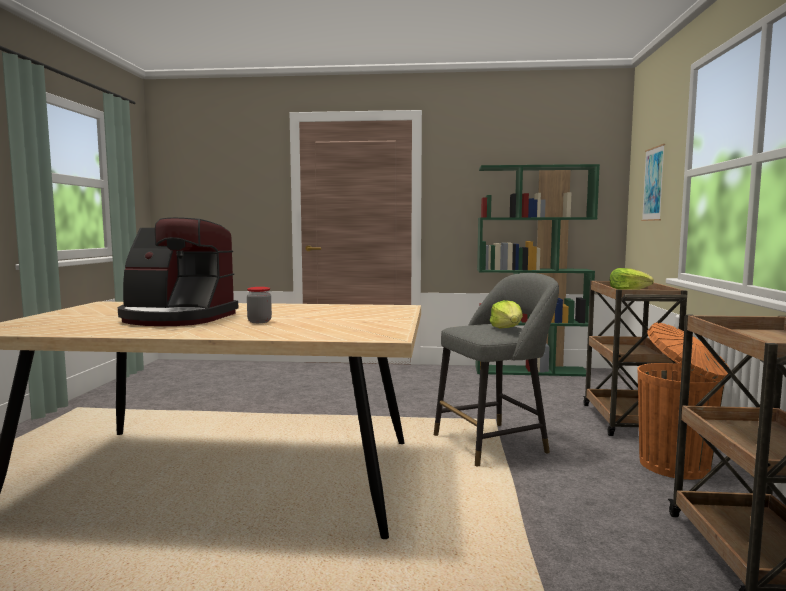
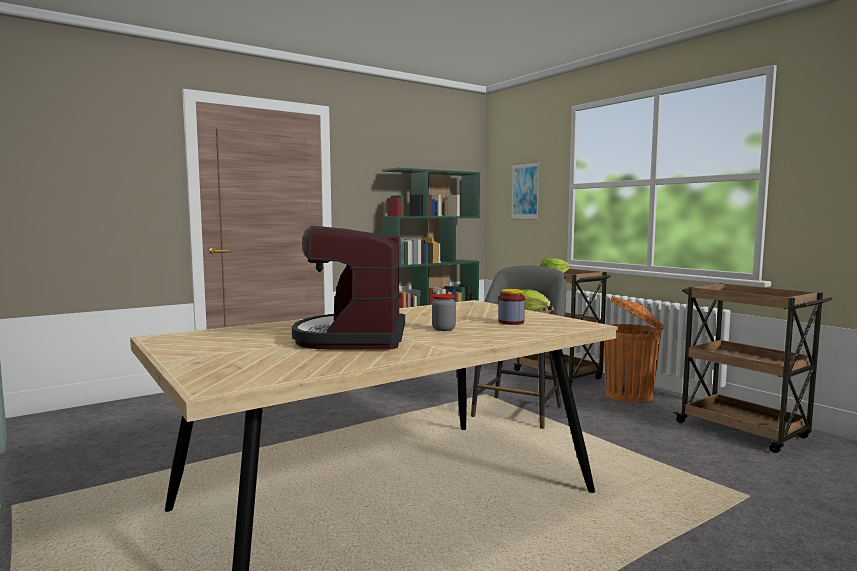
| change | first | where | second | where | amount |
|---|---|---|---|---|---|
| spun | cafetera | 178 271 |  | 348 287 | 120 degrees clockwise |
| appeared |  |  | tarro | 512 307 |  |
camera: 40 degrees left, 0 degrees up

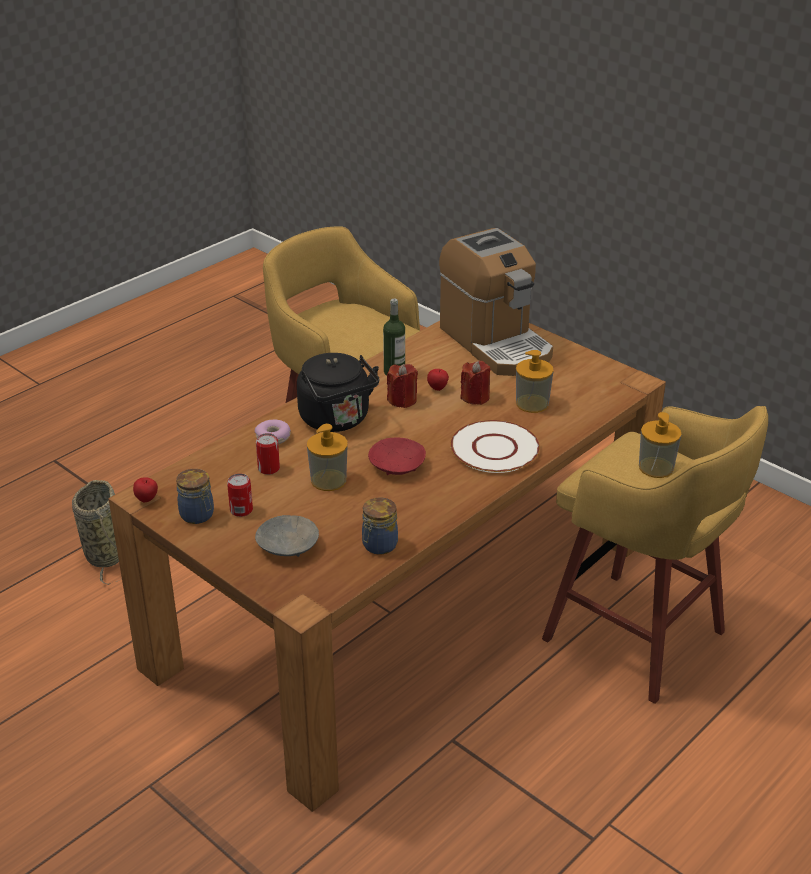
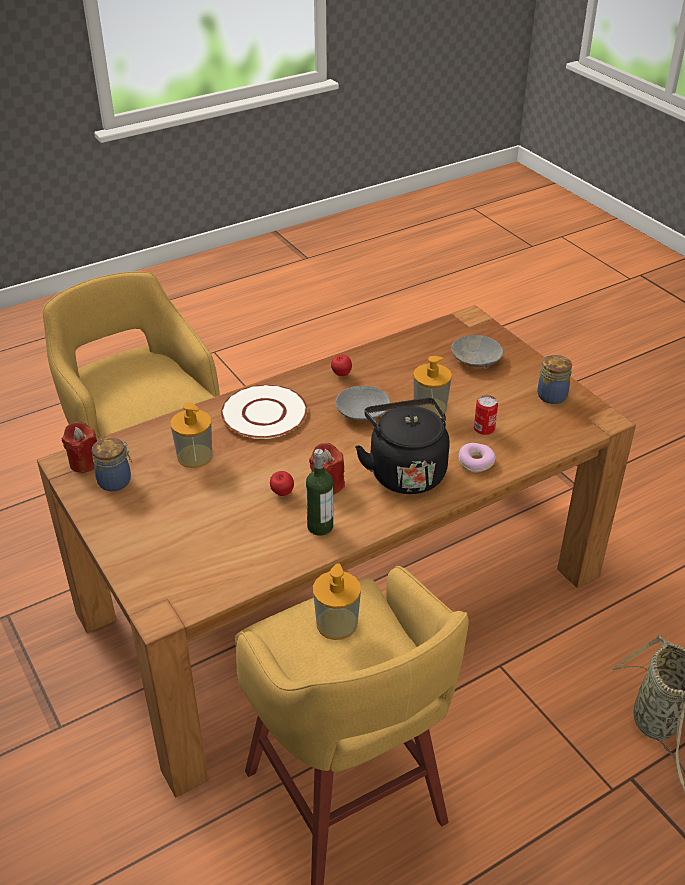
| change | first | where | second | where | amount |
|---|---|---|---|---|---|
| missing | cafetera | 496 302 |  |  |  |
| relocated | vela/rojo | 475 383 |  | 79 447 |  |
| relocated | dispensador de jabón | 660 445 |  | 337 601 |  |
| colour | cuenco/rojo | 397 456 | cuenco/gris | 363 403 |  |
| missing | lata | 240 495 |  |  |  |
| relocated | manzana | 145 490 |  | 341 365 |  |
| relocated | tarro | 380 526 |  | 112 465 |  |
camera: 165 degrees left, 5 degrees up

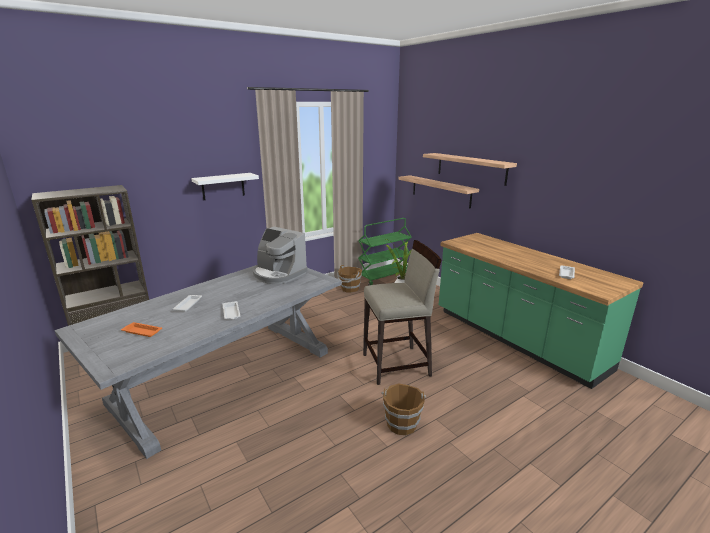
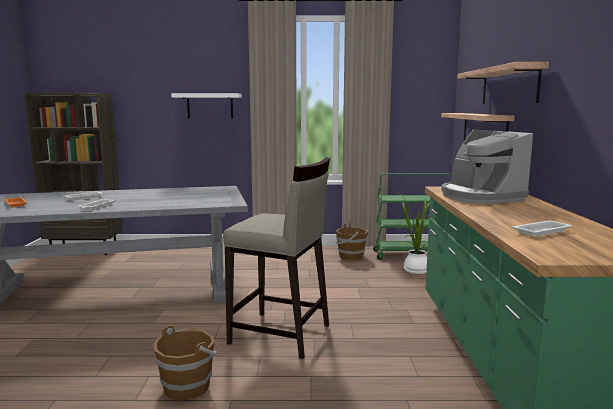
| change | first | where | second | where | amount |
|---|---|---|---|---|---|
| relocated | cafetera | 279 255 |  | 487 166 |  |
camera: 35 degrees right, 10 degrees down

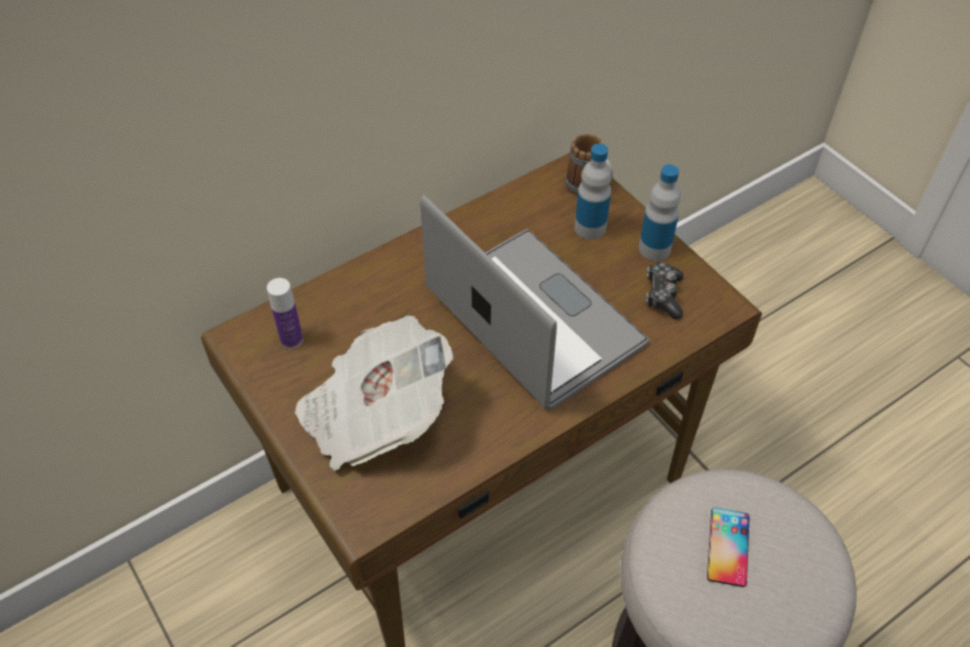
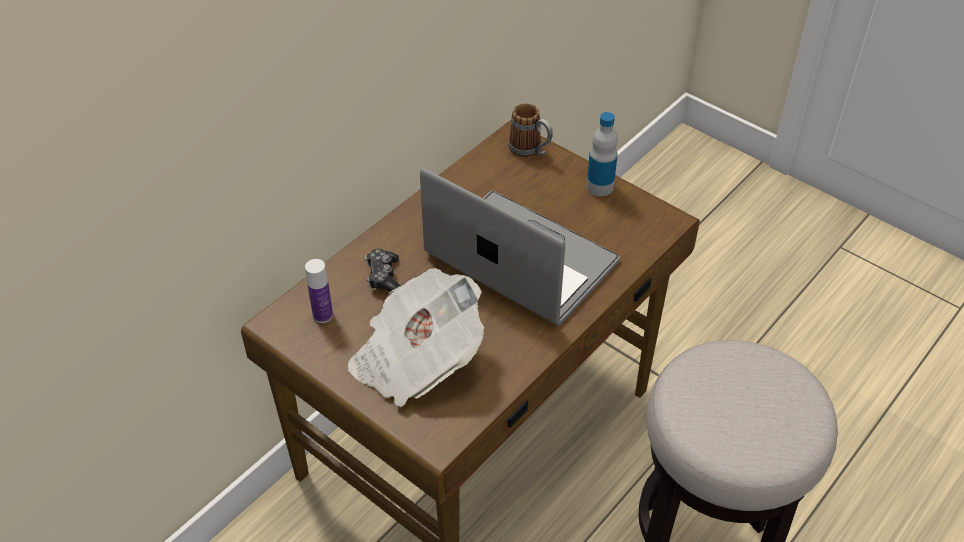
| change | first | where | second | where | amount |
|---|---|---|---|---|---|
| missing | botella | 593 191 |  |  |  |
| relocated | mando de consola | 665 290 |  | 383 270 |  |
| missing | móvil | 728 547 |  |  |  |
camera: 15 degrees left, 5 degrees down

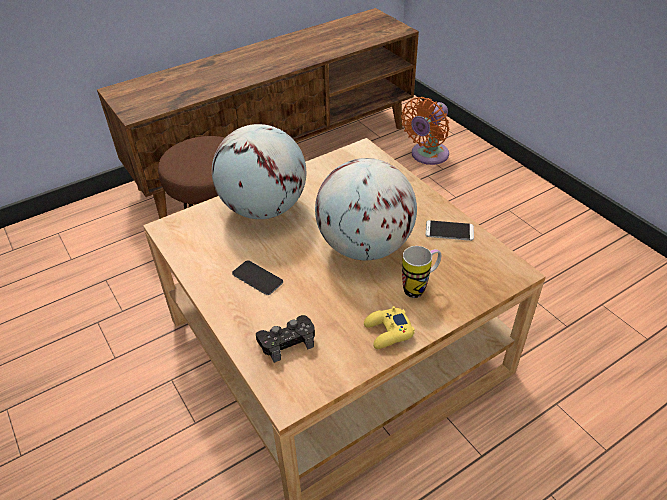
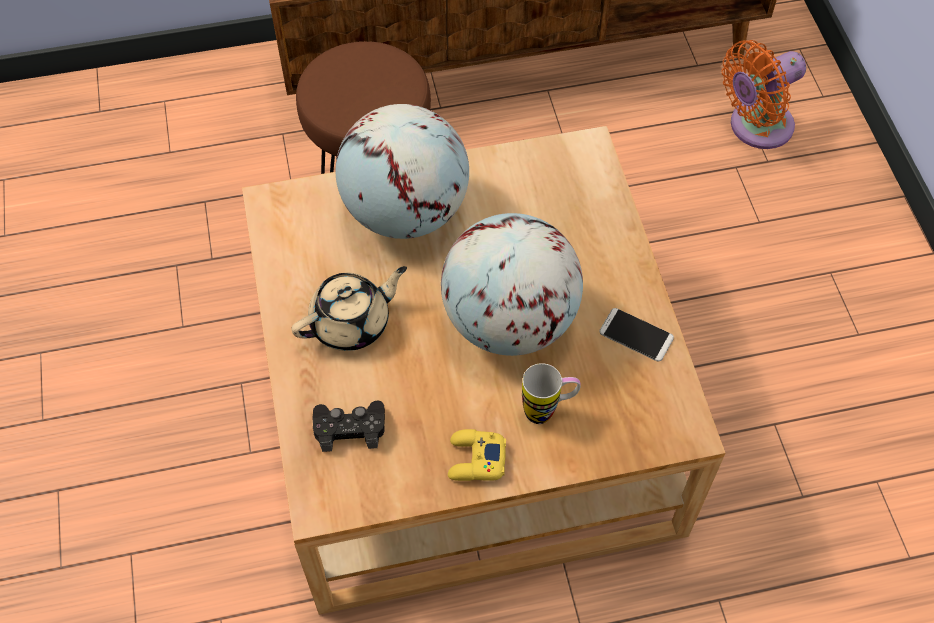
| change | first | where | second | where | amount |
|---|---|---|---|---|---|
| exchanged | móvil | 257 277 | tetera/beis | 349 308 |  |
camera: 20 degrees right, 15 degrees up

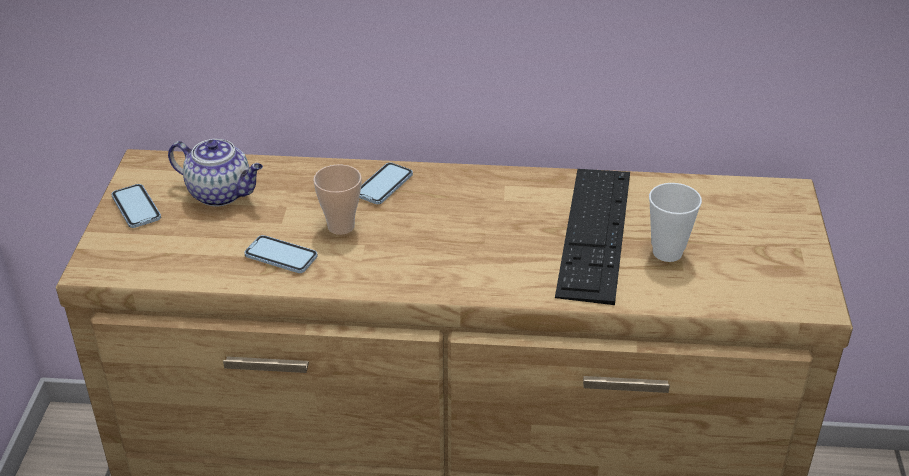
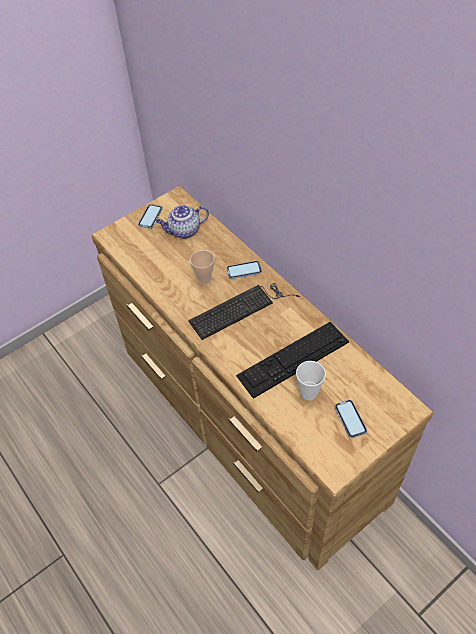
| change | first | where | second | where | amount |
|---|---|---|---|---|---|
| spun | tetera | 215 172 |  | 182 222 | 90 degrees clockwise |
| relocated | móvil | 281 254 |  | 351 419 |  |
| appeared |  |  | teclado | 244 311 |  |
camera: 50 degrees right, 15 degrees up

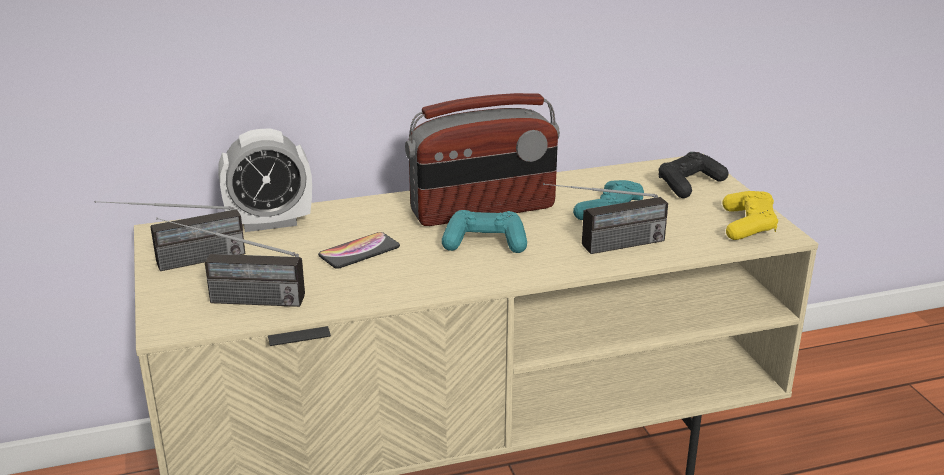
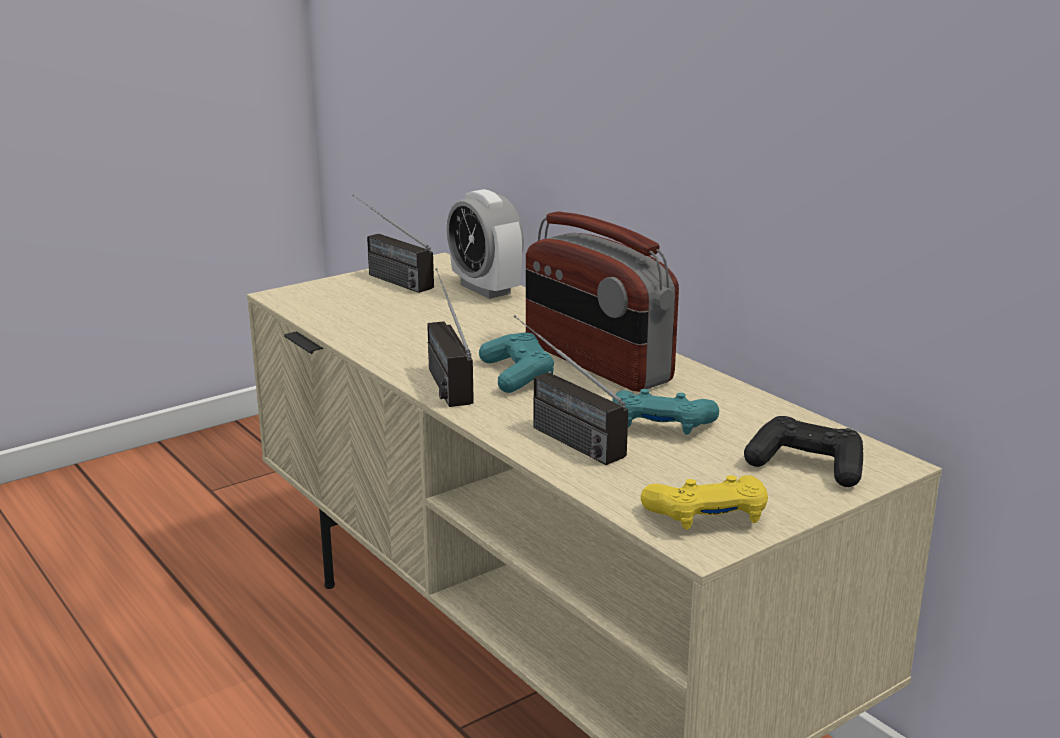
| change | first | where | second | where | amount |
|---|---|---|---|---|---|
| relocated | radio | 230 262 |  | 450 337 |  |
| missing | móvil | 359 250 |  |  |  |
camera: 70 degrees right, 5 degrees down

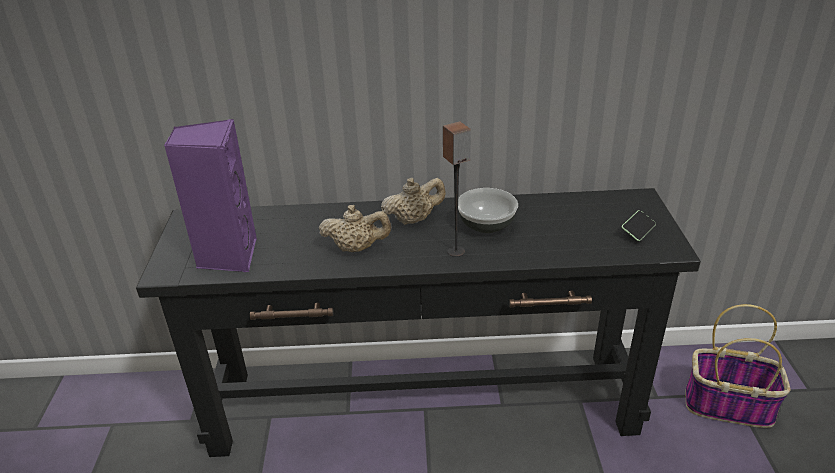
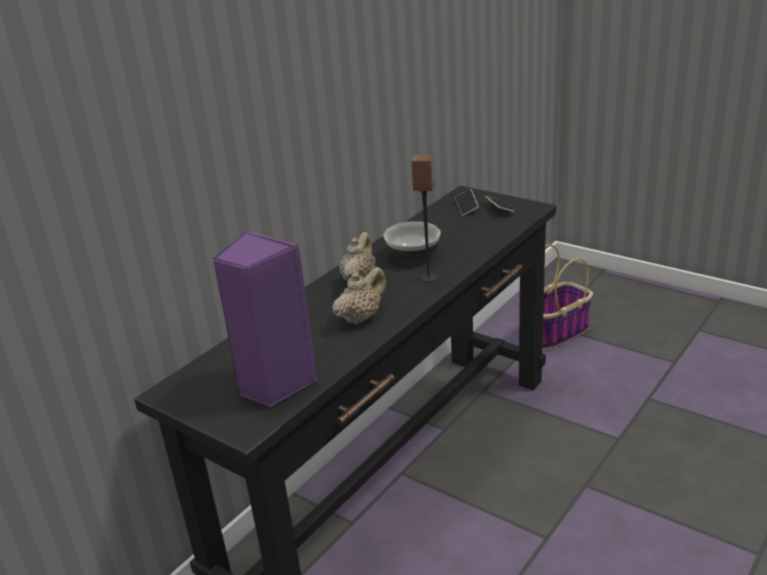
| change | first | where | second | where | amount |
|---|---|---|---|---|---|
| appeared |  |  | móvil | 467 202 |  |
camera: 50 degrees left, 5 degrees down

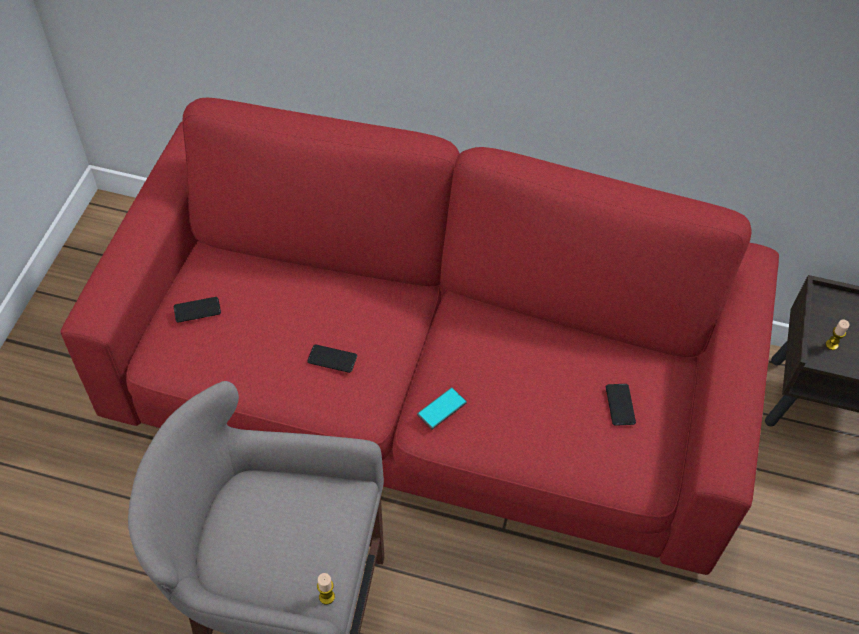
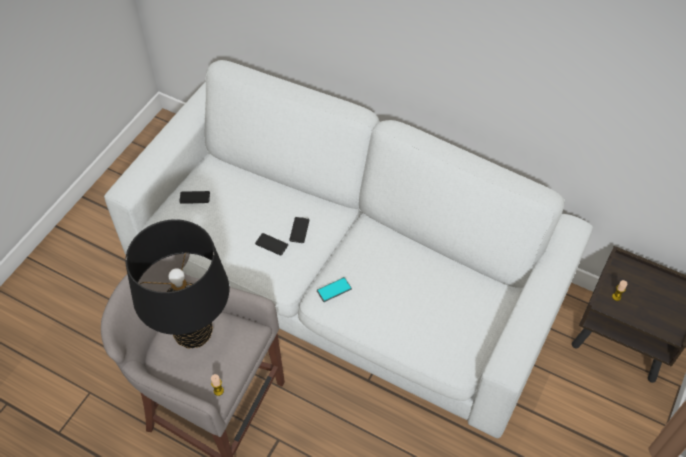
| change | first | where | second | where | amount |
|---|---|---|---|---|---|
| colour | sofá/rojo | 420 336 | sofá/blanco | 348 249 |  |
| relocated | móvil | 621 405 |  | 299 230 |  |
| appeared |  |  | lámpara de mesa/negro | 177 283 |  |
camera: 15 degrees right, 0 degrees up

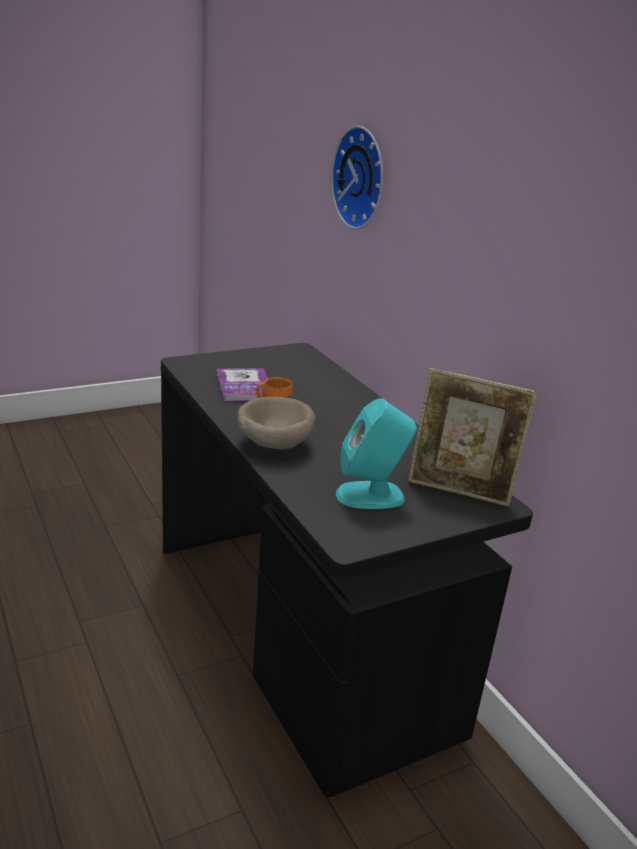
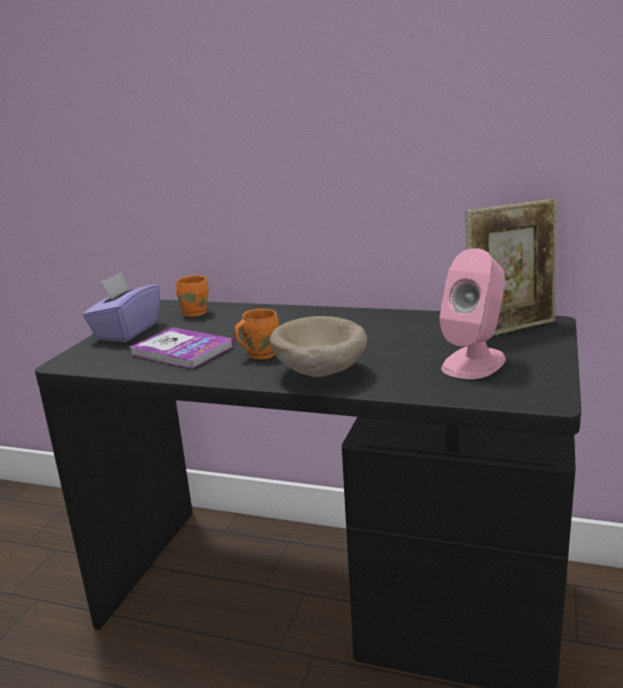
| change | first | where | second | where | amount |
|---|---|---|---|---|---|
| missing | reloj de pared | 357 177 |  |  |  |
| colour | altavoz/turquesa | 376 454 | altavoz/rosa | 472 313 |  |
| appeared |  |  | caja de pañuelos/morado | 121 307 |  |
| appeared |  |  | taza grande/naranja | 192 296 |  |
camera: 40 degrees left, 5 degrees down

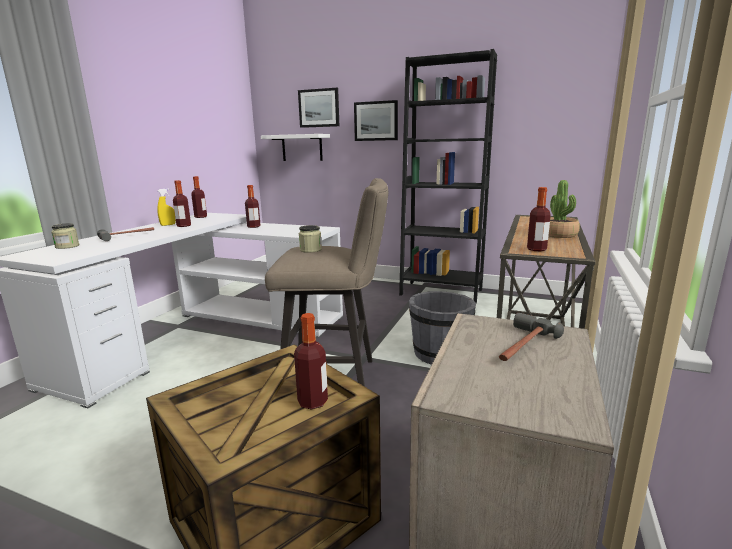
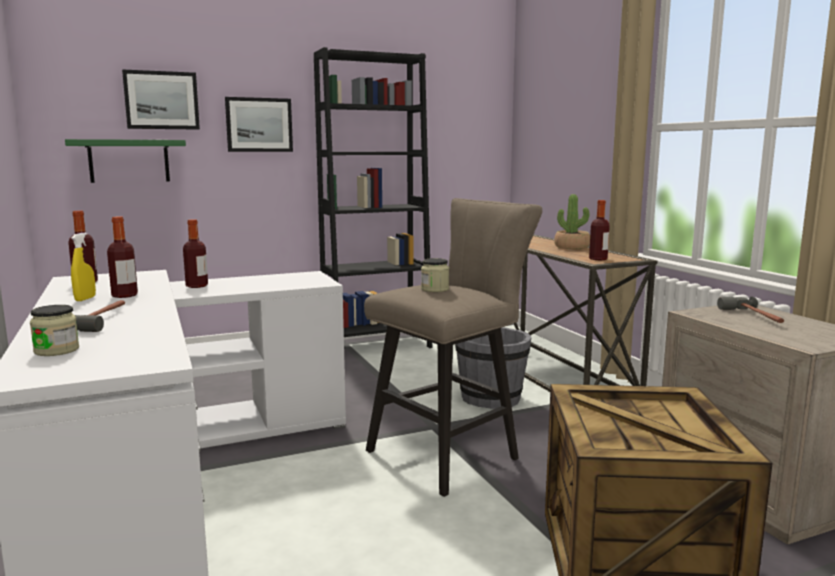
| change | first | where | second | where | amount |
|---|---|---|---|---|---|
| colour | estante/blanco | 295 147 | estante/verde | 125 161 |  |
| missing | botella | 311 361 |  |  |  |
camera: 45 degrees left, 5 degrees down

